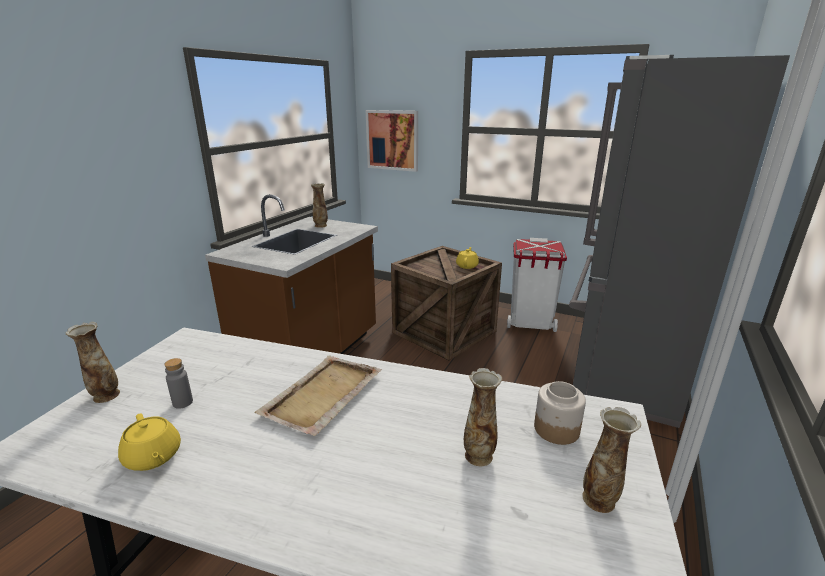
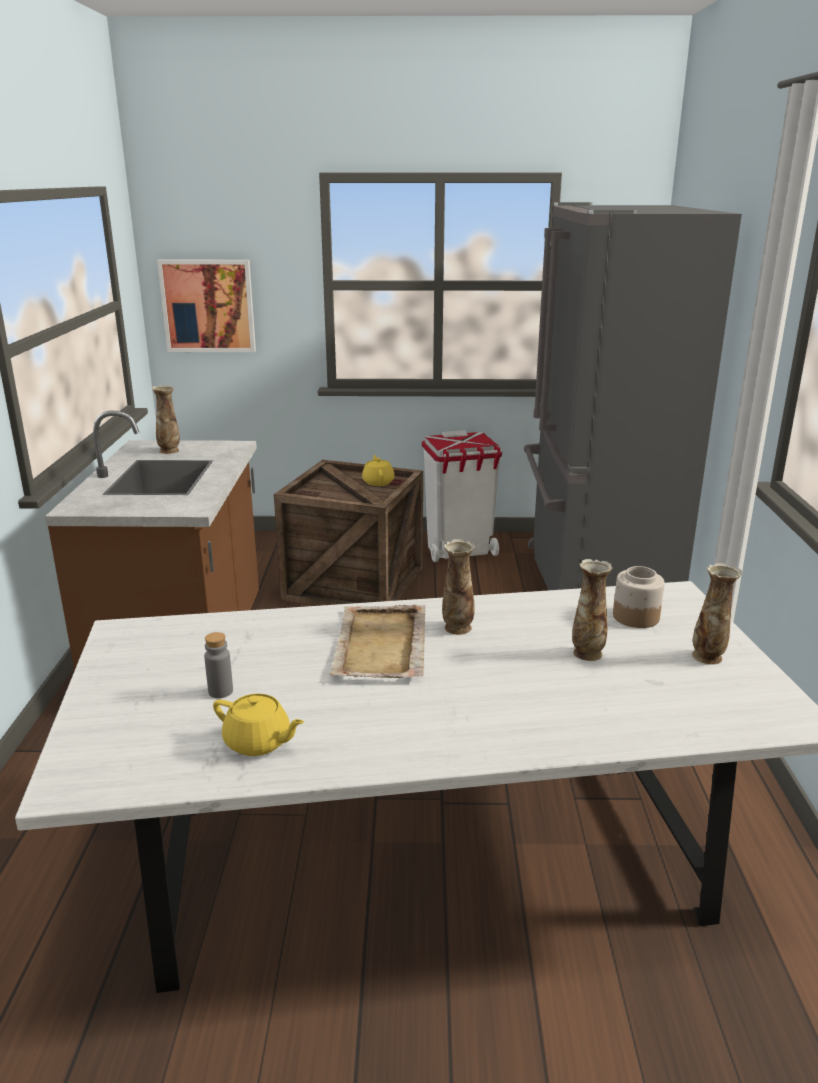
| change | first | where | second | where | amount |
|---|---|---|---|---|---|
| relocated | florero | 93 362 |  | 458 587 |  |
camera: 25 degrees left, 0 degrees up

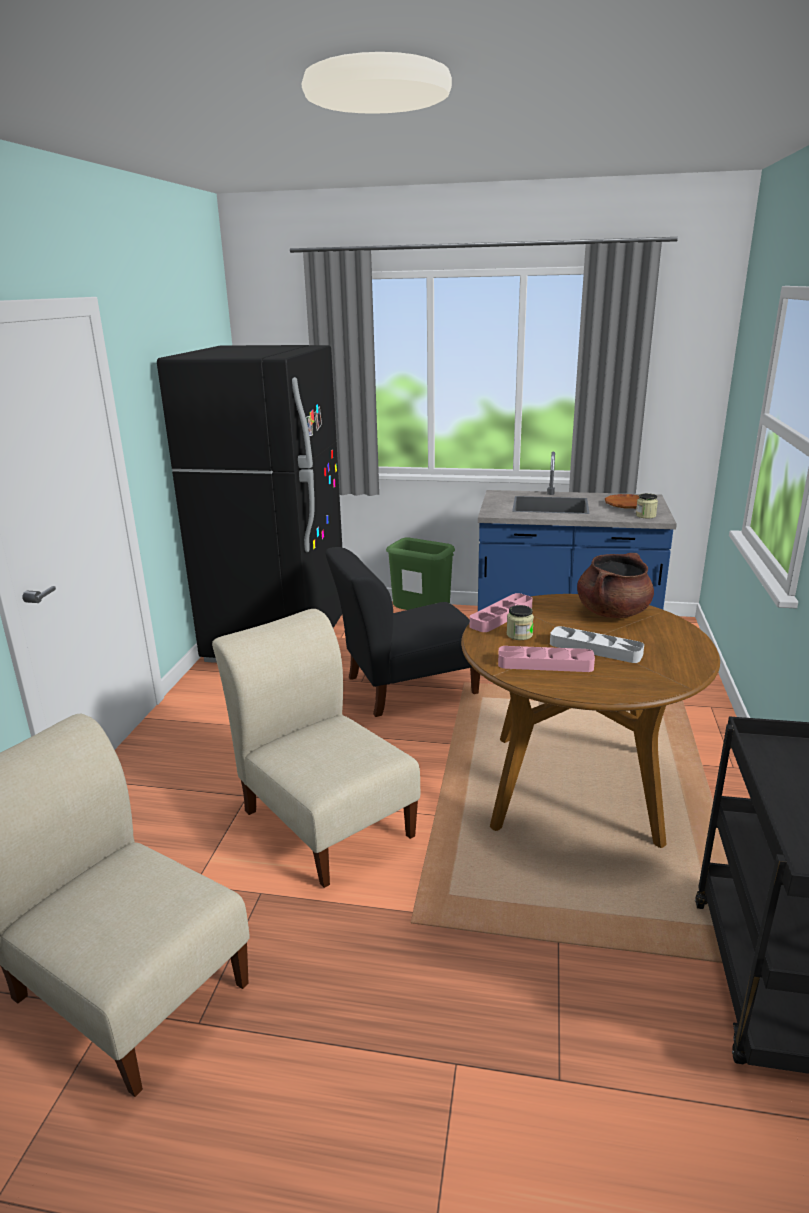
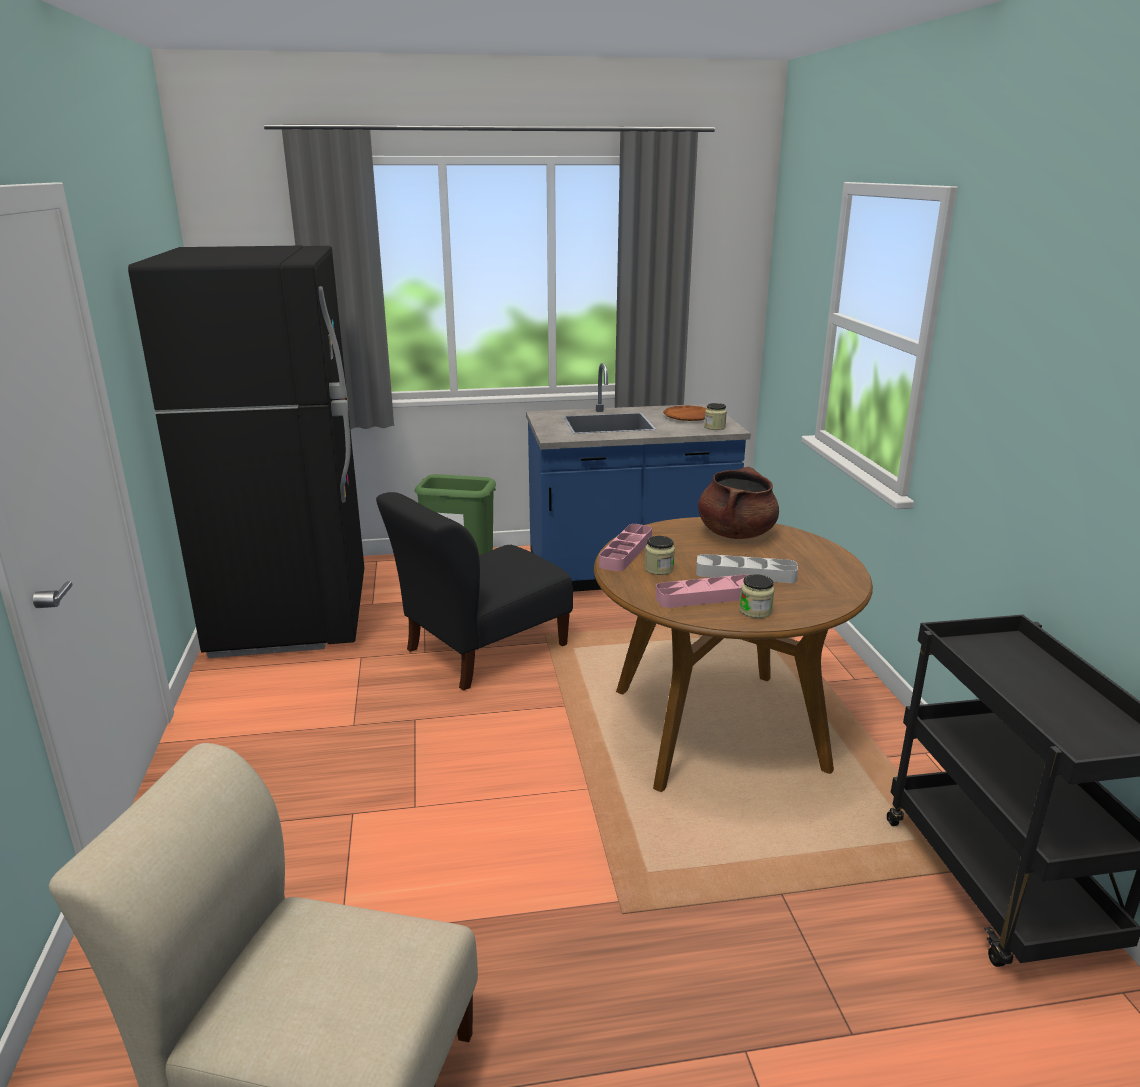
| change | first | where | second | where | amount |
|---|---|---|---|---|---|
| missing | silla/beis | 316 748 |  |  |  |
| appeared |  |  | tarro | 757 596 |  |
camera: 20 degrees left, 0 degrees up

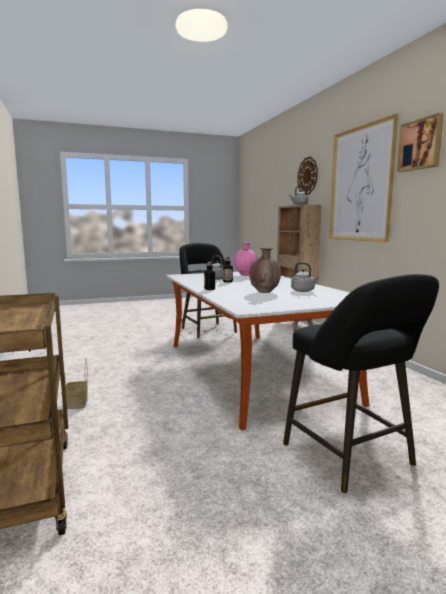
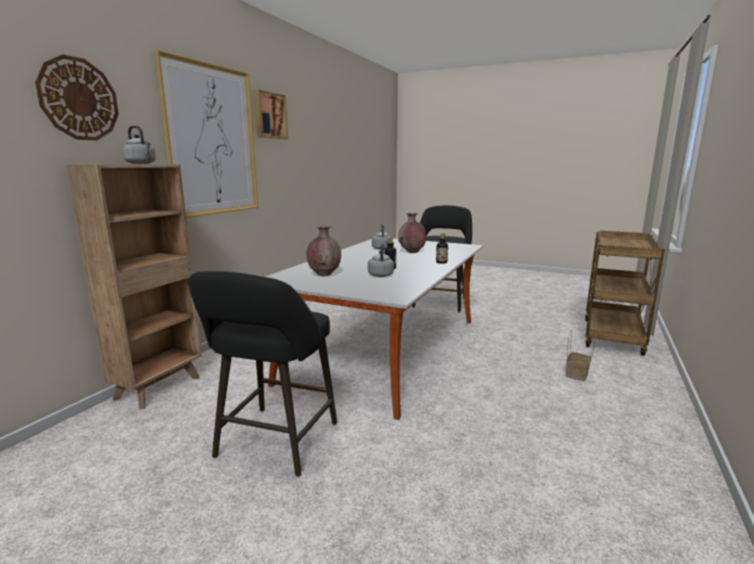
| change | first | where | second | where | amount |
|---|---|---|---|---|---|
| colour | florero/rosa | 245 259 | florero/marrón | 323 250 |  |
camera: 135 degrees left, 5 degrees up

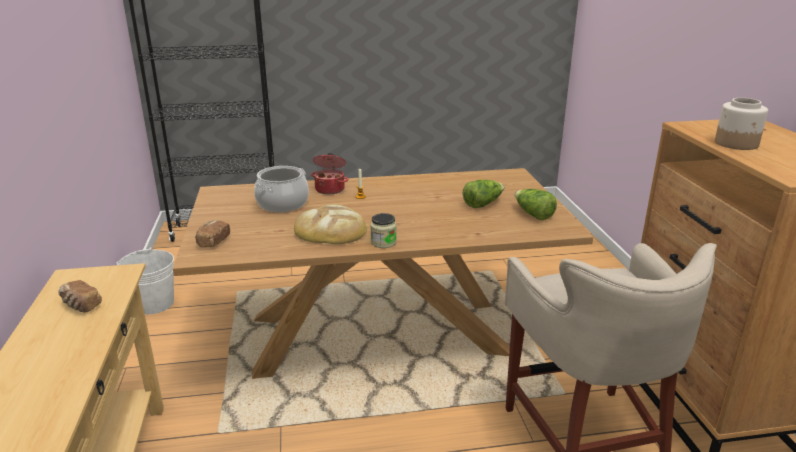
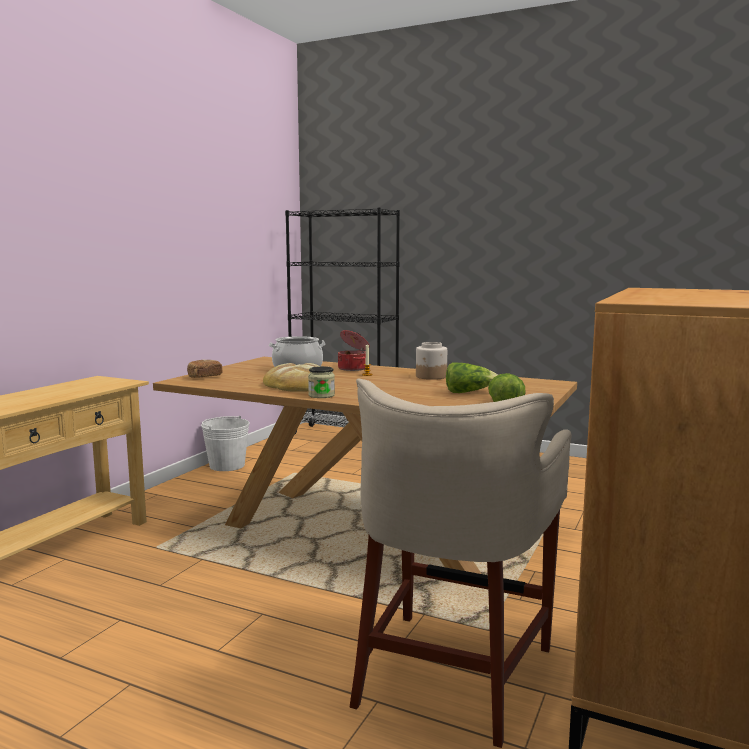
| change | first | where | second | where | amount |
|---|---|---|---|---|---|
| relocated | tarro | 741 124 |  | 431 361 |  |
| missing | pan | 80 296 |  |  |  |
camera: 35 degrees right, 15 degrees down

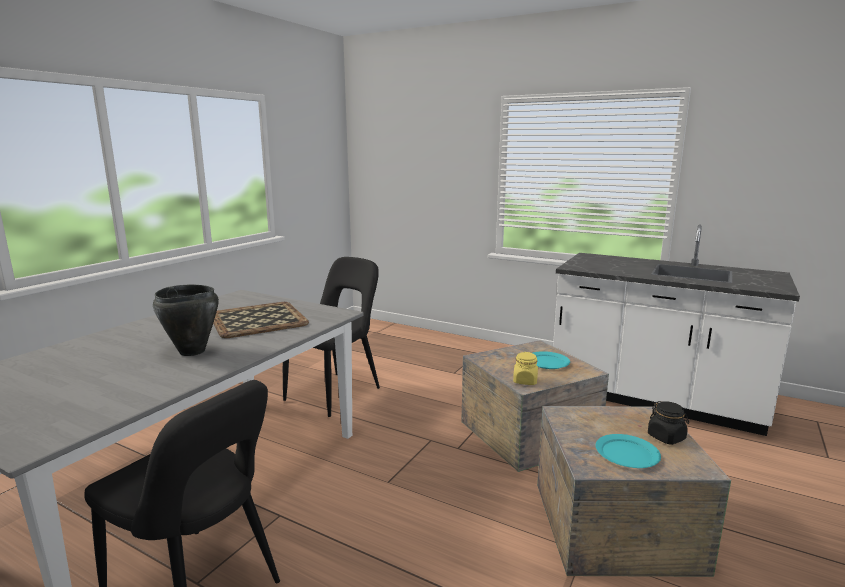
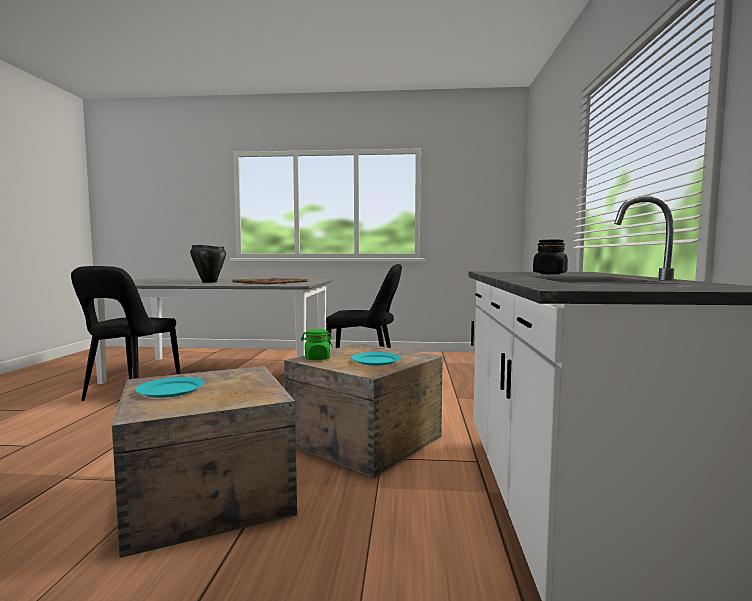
| change | first | where | second | where | amount |
|---|---|---|---|---|---|
| colour | tarro/amarillo | 525 368 | tarro/verde | 317 344 |  |
| relocated | tarro/negro | 668 423 |  | 550 257 |  |
camera: 65 degrees right, 10 degrees down

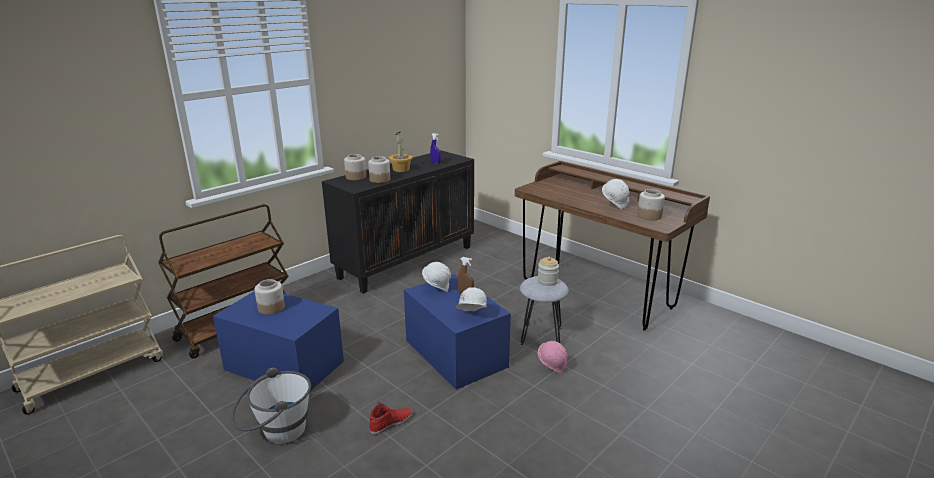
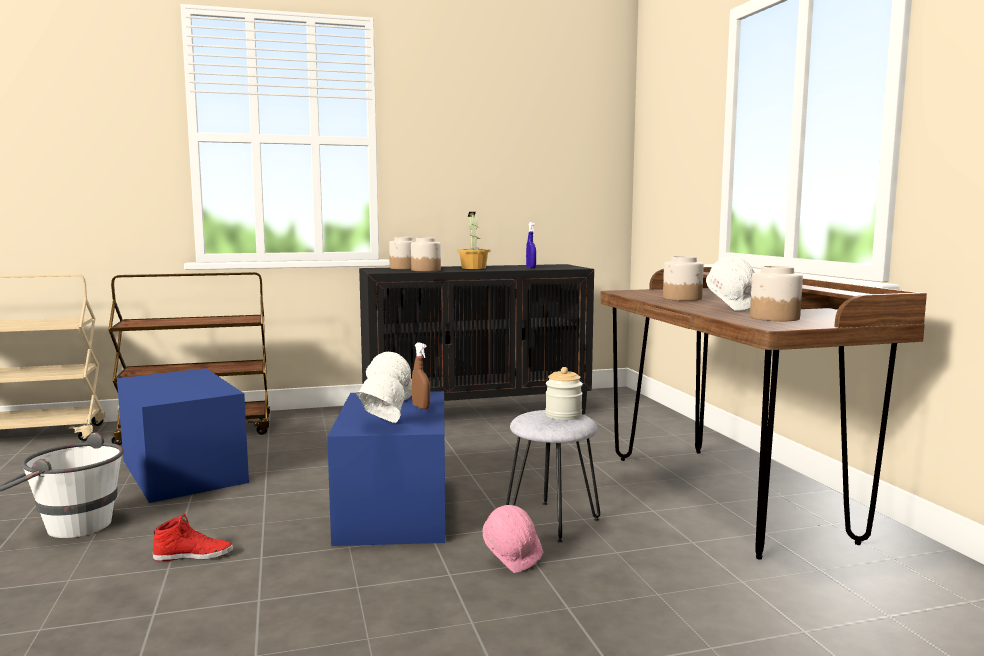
| change | first | where | second | where | amount |
|---|---|---|---|---|---|
| relocated | tarro | 269 297 |  | 683 278 |  |
camera: 30 degrees right, 15 degrees down

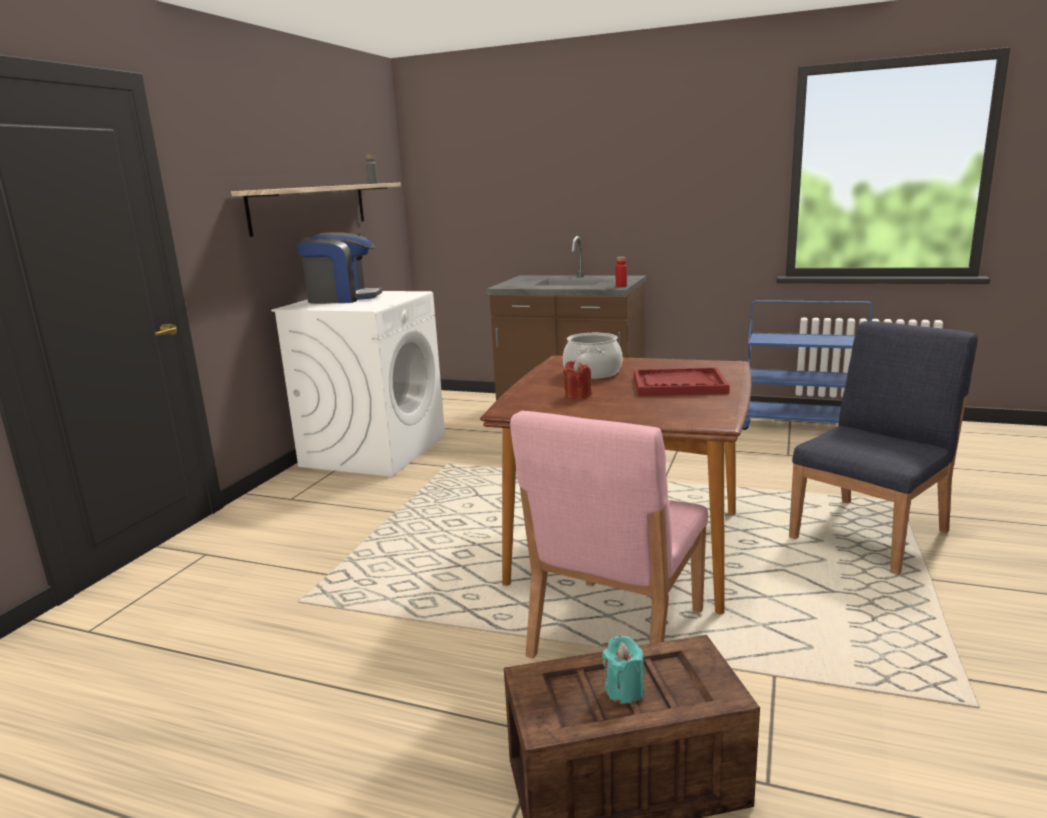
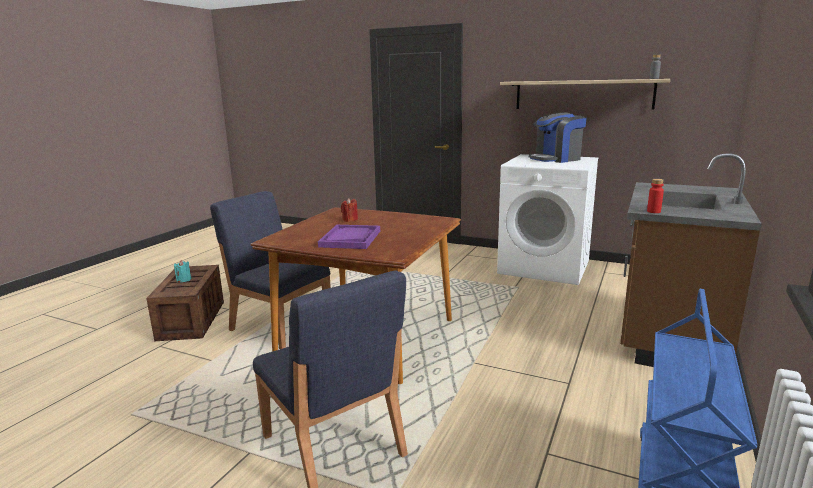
| change | first | where | second | where | amount |
|---|---|---|---|---|---|
| spun | cafetera | 340 268 |  | 558 138 | 60 degrees clockwise |
| missing | olla | 592 356 |  |  |  |
| colour | bandeja/rojo | 682 381 | bandeja/morado | 349 237 |  |
| colour | silla/rosa | 609 535 | silla/azul | 270 270 |  |
camera: 95 degrees right, 0 degrees up

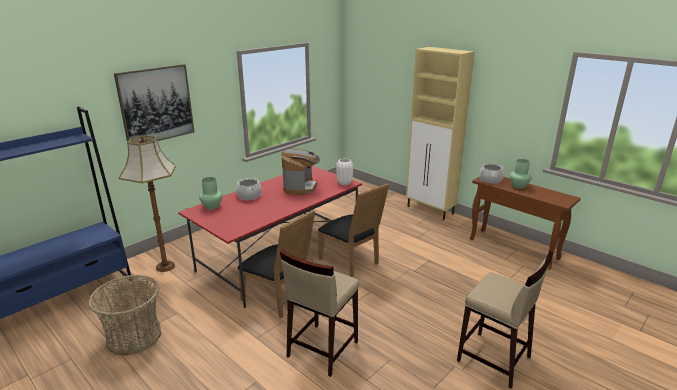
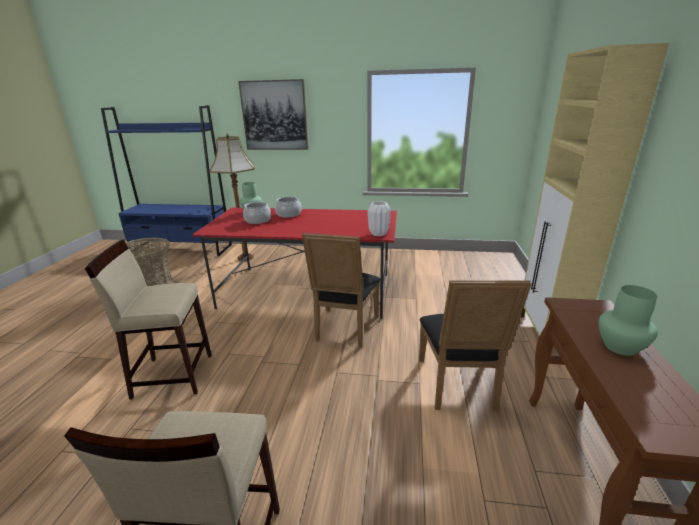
| change | first | where | second | where | amount |
|---|---|---|---|---|---|
| missing | cafetera | 300 172 |  |  |  |
| relocated | olla | 491 173 |  | 257 212 |  |
| relocated | silla/negro | 276 264 |  | 475 345 |  |
camera: 55 degrees right, 0 degrees up

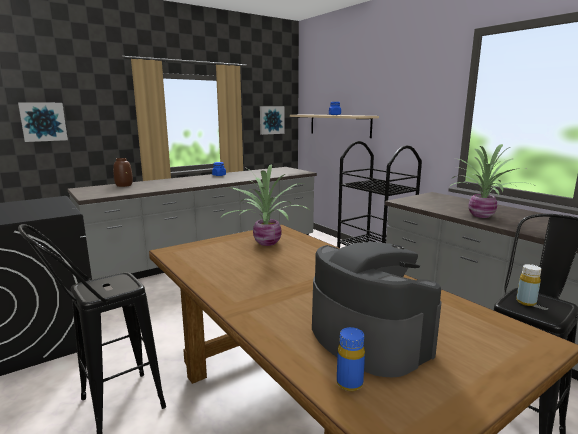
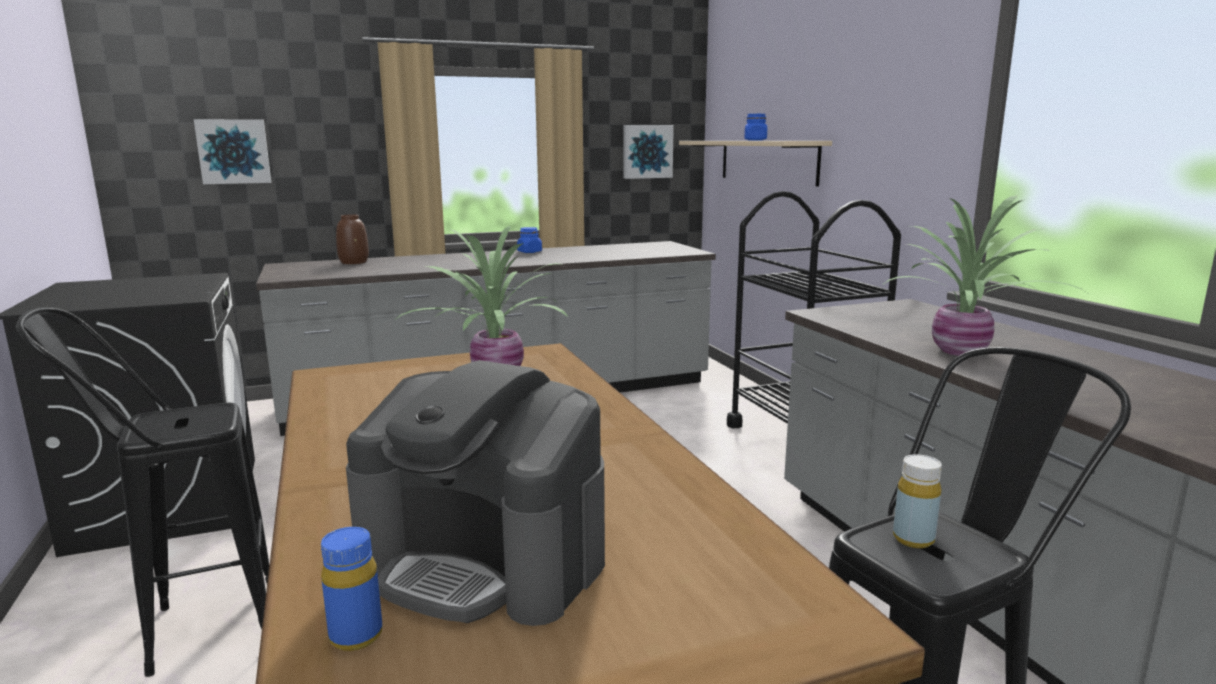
| change | first | where | second | where | amount |
|---|---|---|---|---|---|
| spun | cafetera | 376 309 |  | 475 493 | 135 degrees clockwise |
camera: 15 degrees right, 0 degrees up

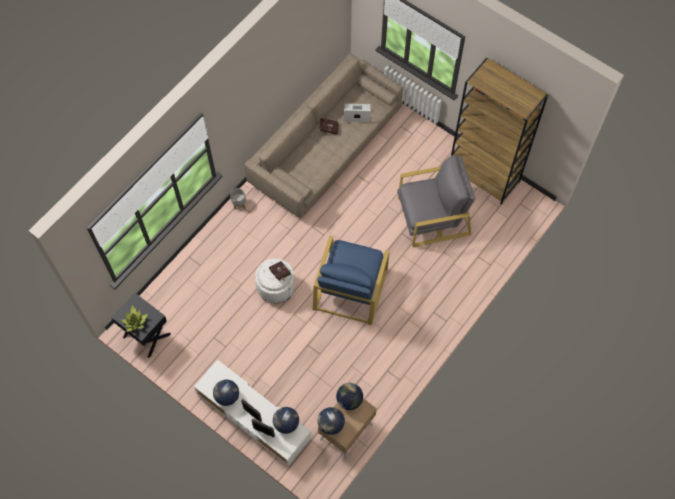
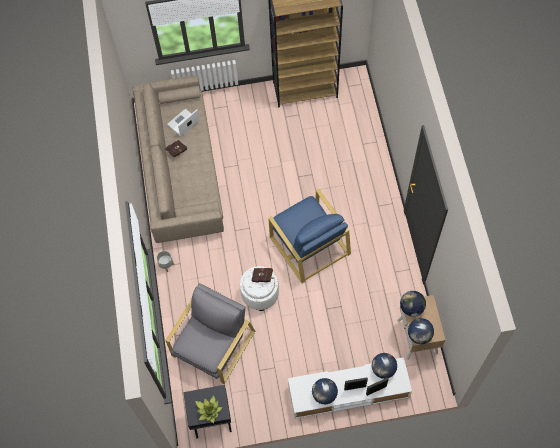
| change | first | where | second | where | amount |
|---|---|---|---|---|---|
| relocated | sillón/gris | 436 201 |  | 210 333 |  |
camera: 45 degrees left, 0 degrees up

